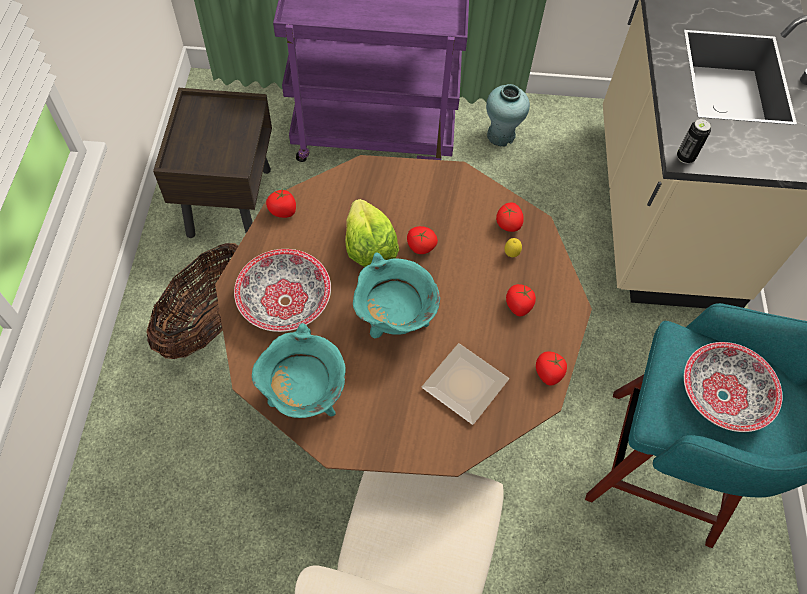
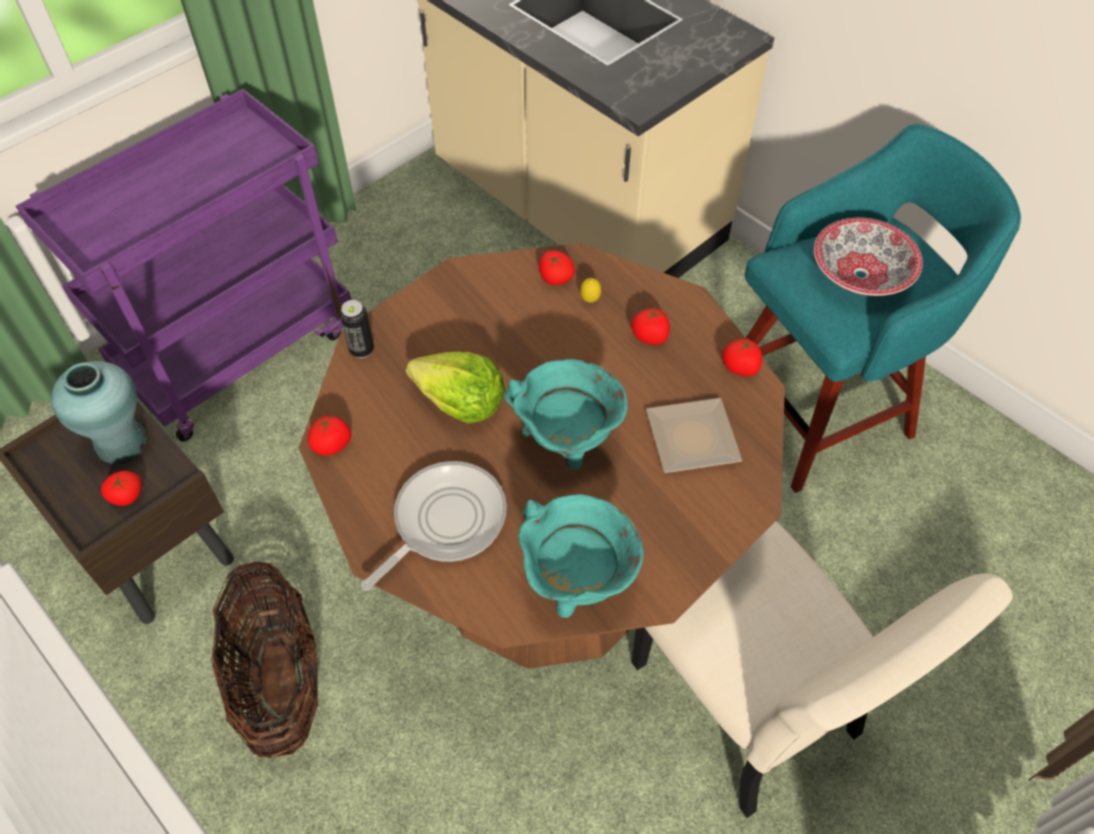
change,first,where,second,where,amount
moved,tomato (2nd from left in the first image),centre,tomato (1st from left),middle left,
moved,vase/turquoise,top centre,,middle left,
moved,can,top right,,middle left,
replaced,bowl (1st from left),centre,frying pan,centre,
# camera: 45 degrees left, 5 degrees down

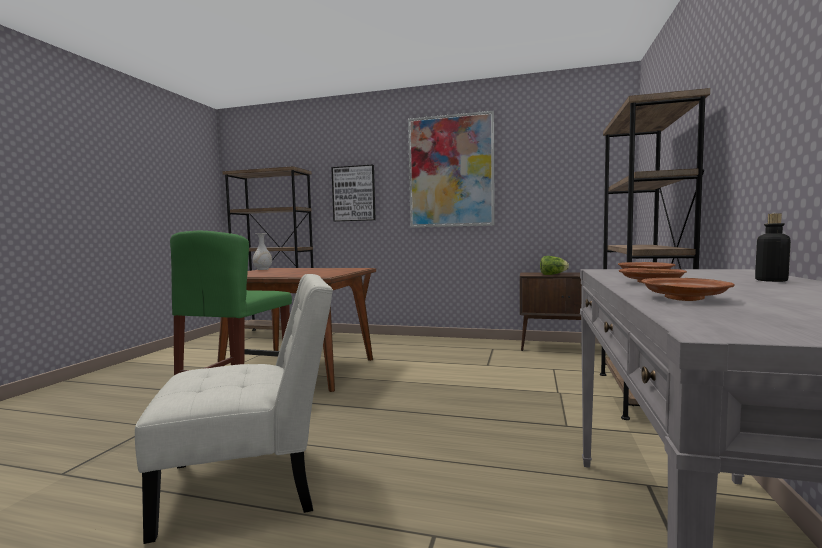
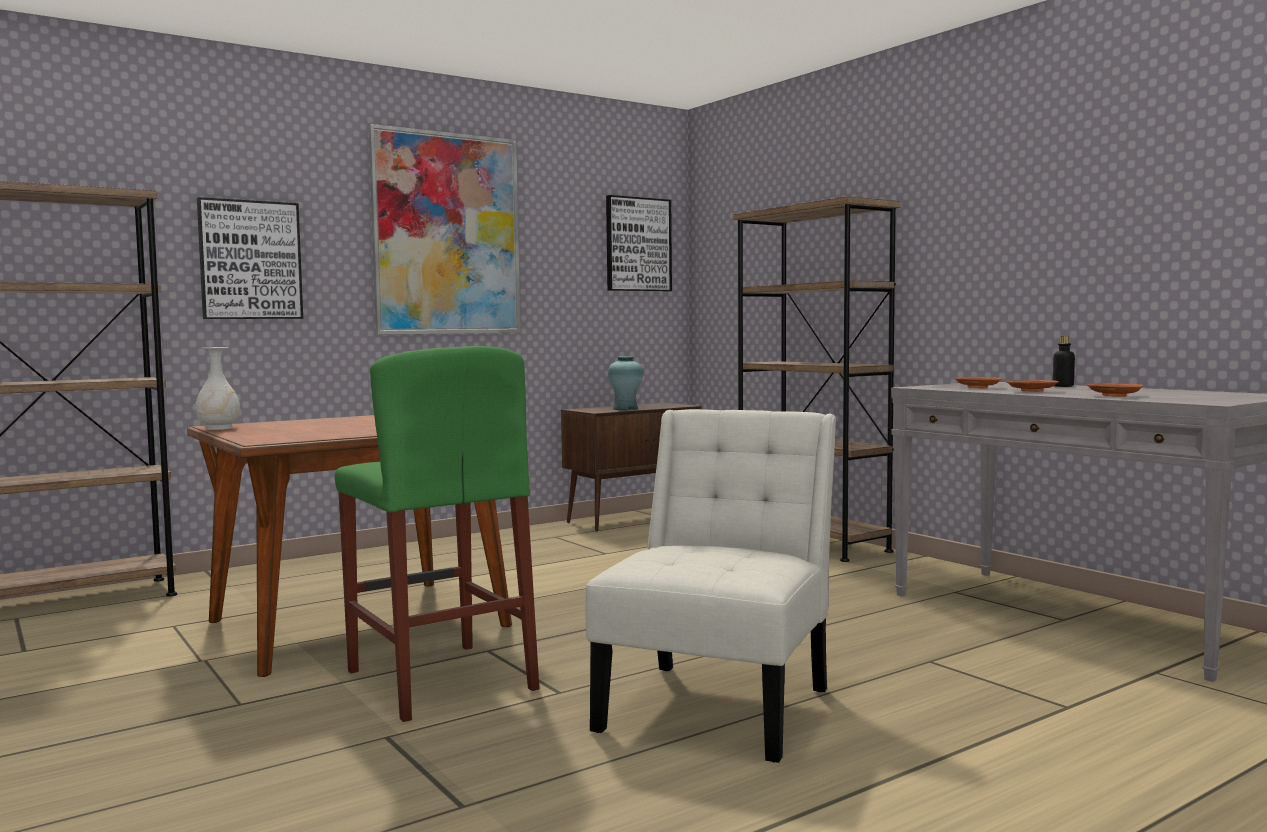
change,first,where,second,where,amount
added,,,picture (3rd from left),top centre,
replaced,lettuce,middle right,vase/turquoise,centre,
# camera: 50 degrees left, 0 degrees up

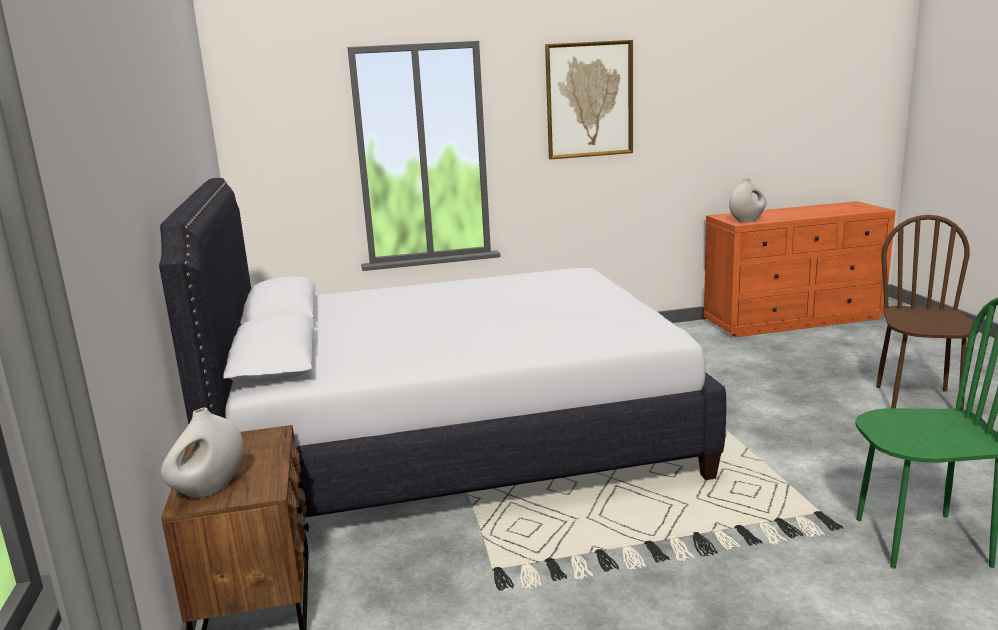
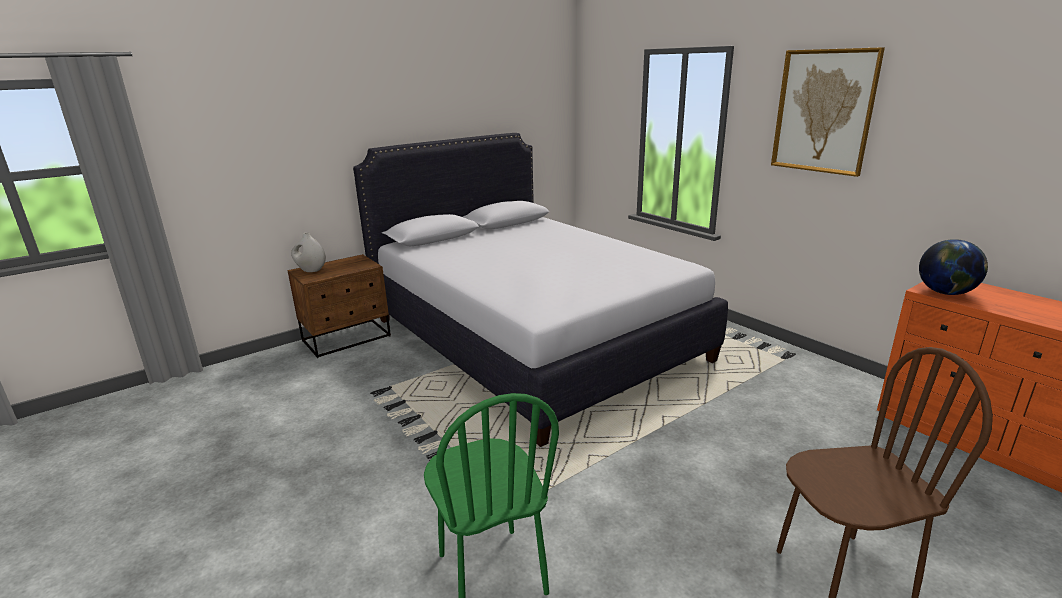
change,first,where,second,where,amount
replaced,vase/white (2nd from left),top right,globe,middle right,
# camera: 65 degrees right, 5 degrees up

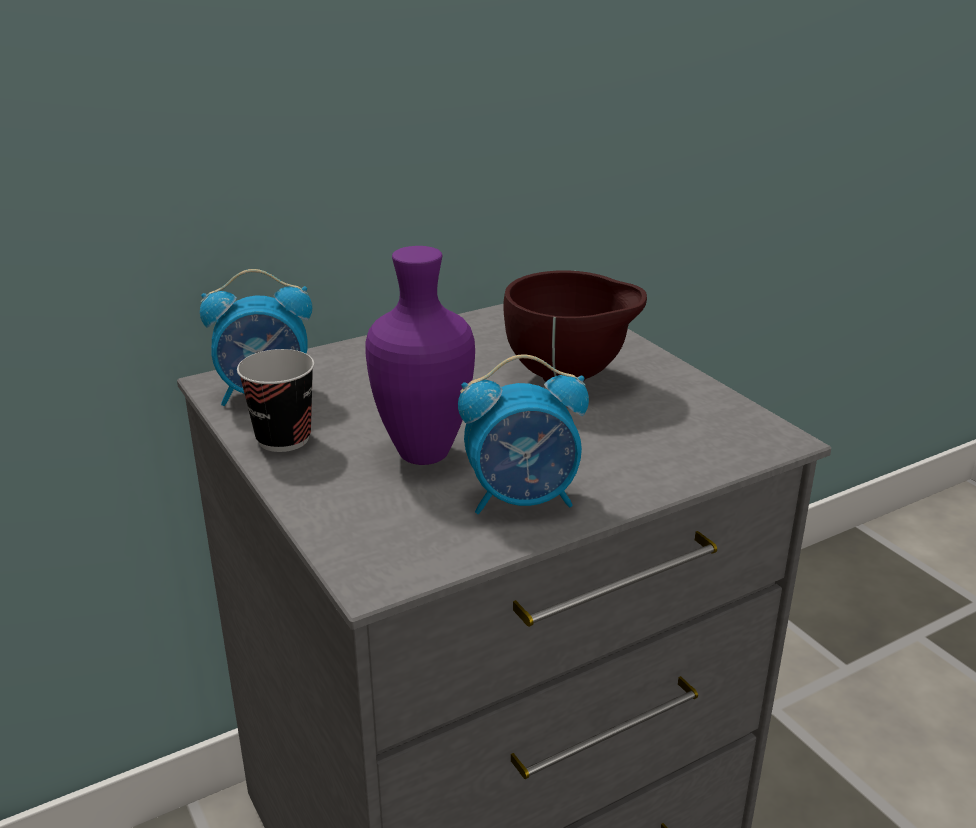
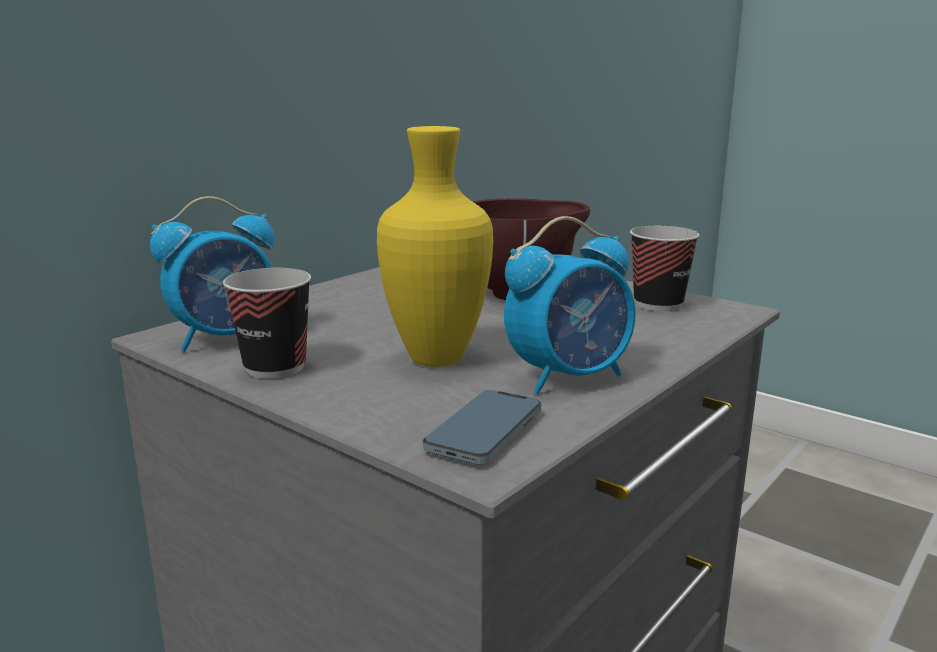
change,first,where,second,where,amount
added,,,phone,centre,
added,,,cup (2nd from left),middle right,
recoloured,vase/purple,centre,vase/yellow,centre,
# camera: 20 degrees left, 10 degrees down

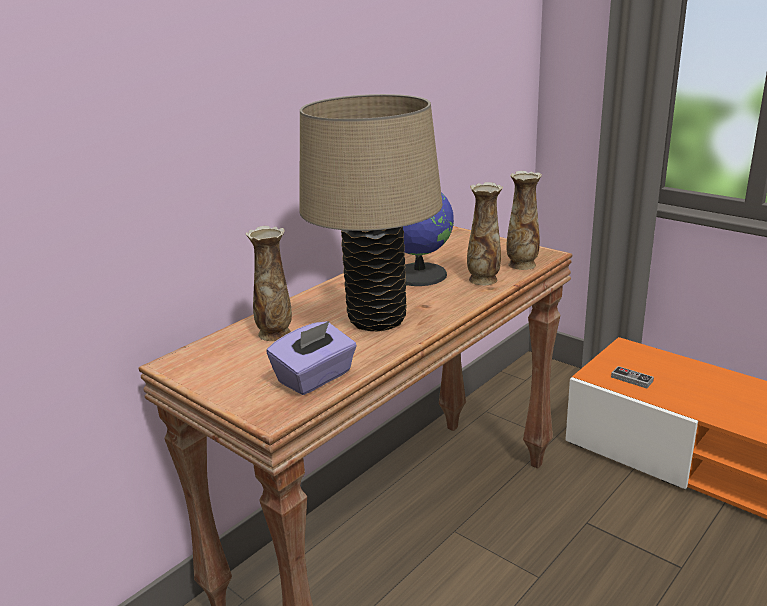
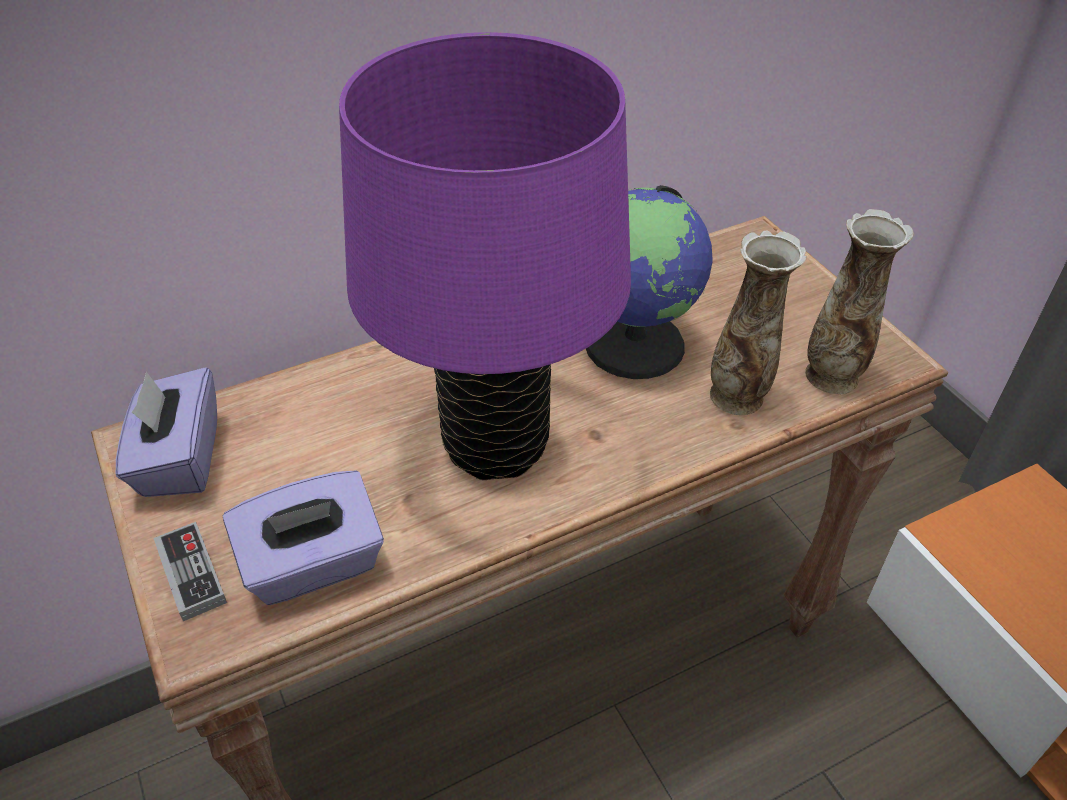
change,first,where,second,where,amount
removed,vase (1st from left),centre,,,
added,,,tissue box/purple (1st from left),middle left,
moved,game controller,middle right,,bottom left,
recoloured,table lamp/beige,centre,table lamp/purple,top centre,
# camera: 20 degrees right, 20 degrees up

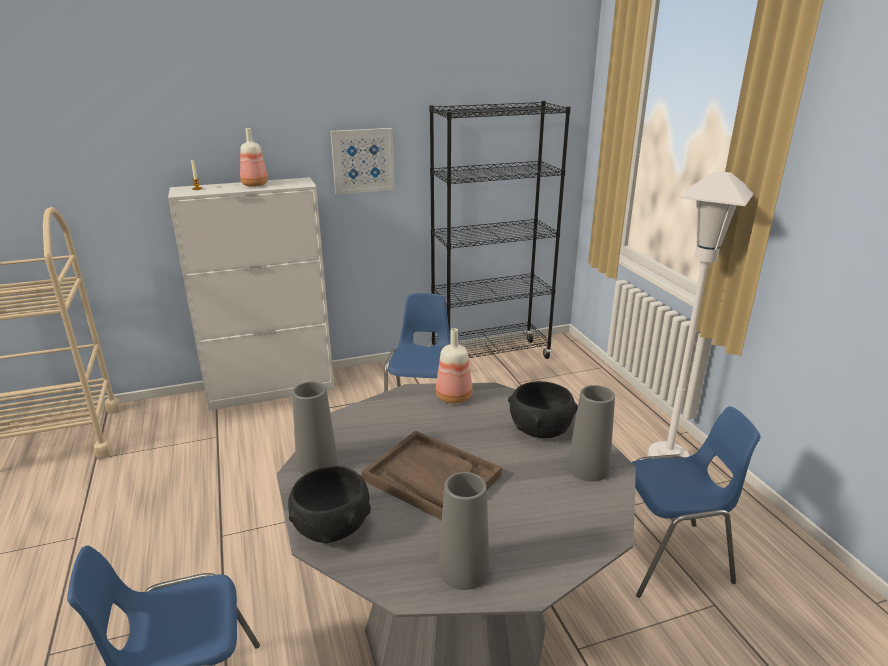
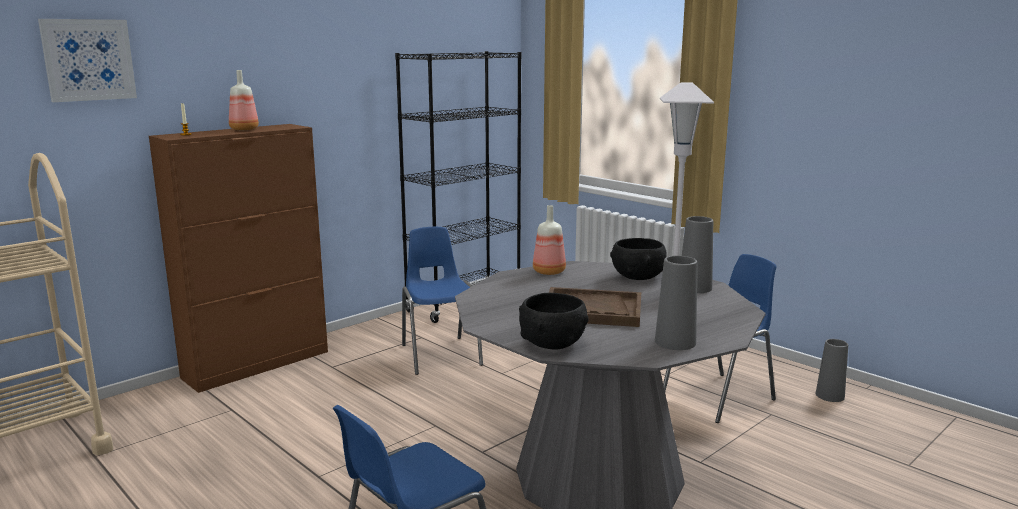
change,first,where,second,where,amount
moved,vase/grey (1st from left in the first image),centre,vase/grey (3rd from left),bottom right,
moved,picture,top centre,,top left,
recoloured,cabinet/white,middle left,cabinet/brown,middle left,
# camera: 25 degrees left, 10 degrees down

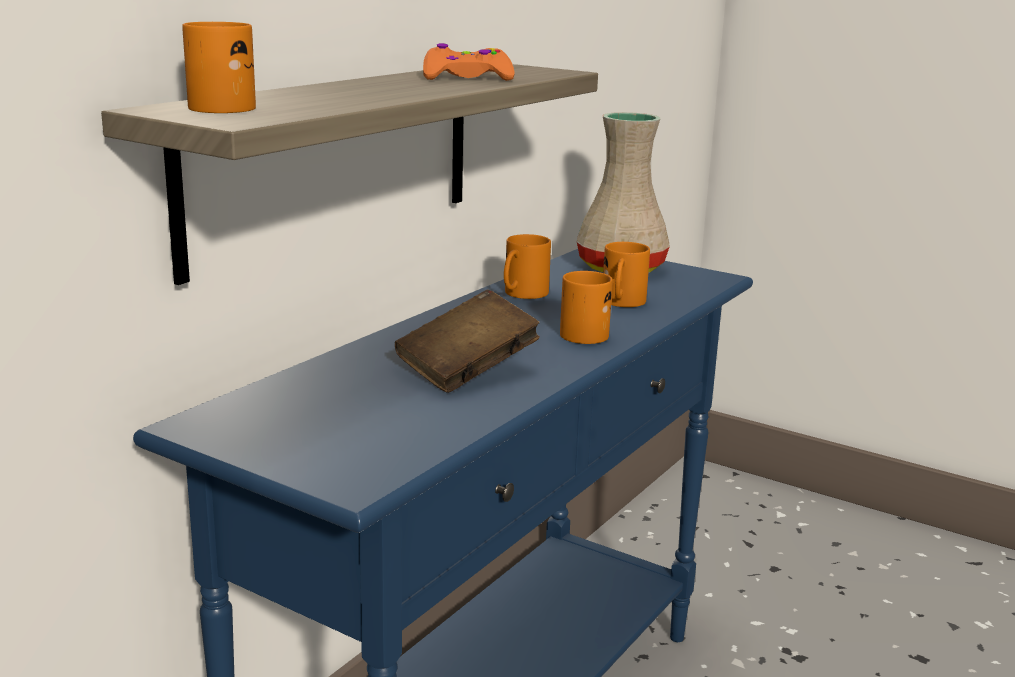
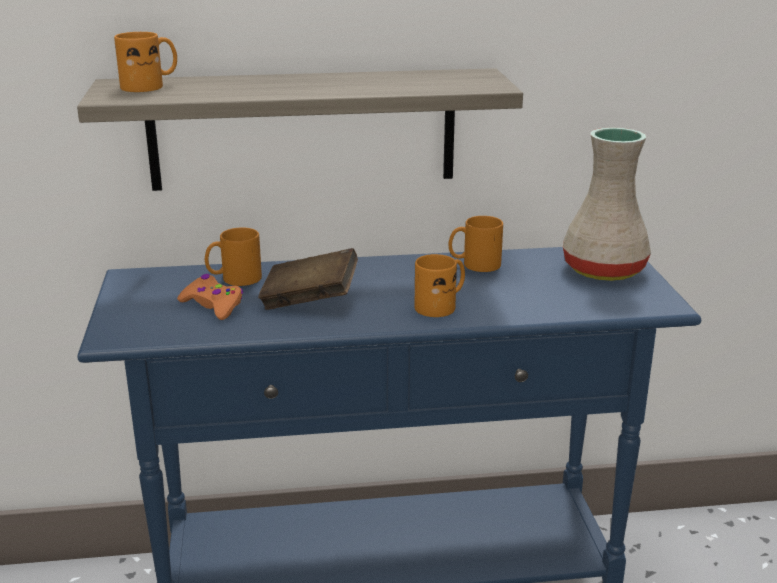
change,first,where,second,where,amount
moved,game controller/orange,top centre,,middle left,
moved,mug/orange (4th from left in the first image),centre,mug/orange (2nd from left),middle left,
# camera: 50 degrees right, 5 degrees up

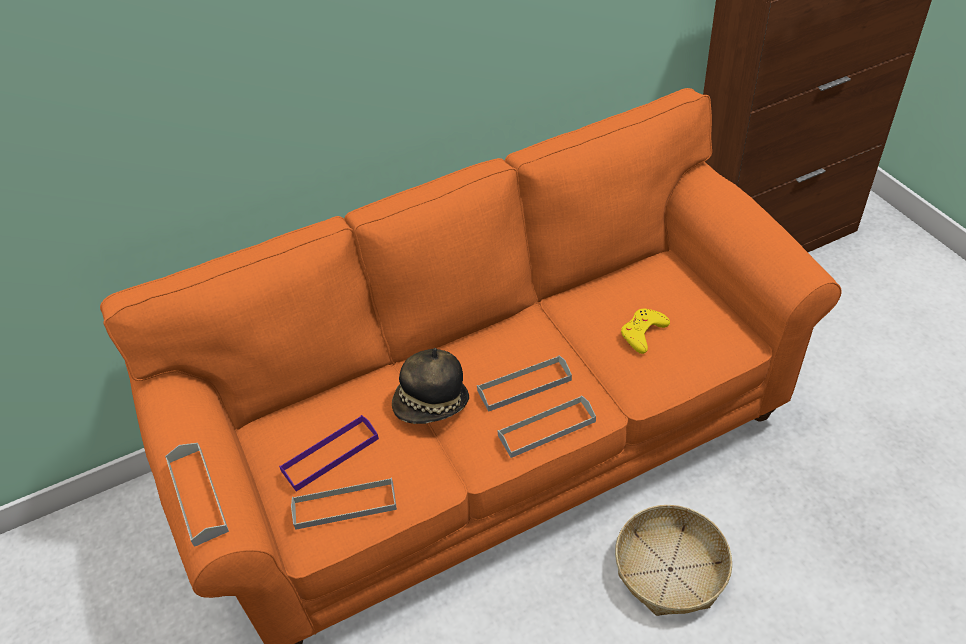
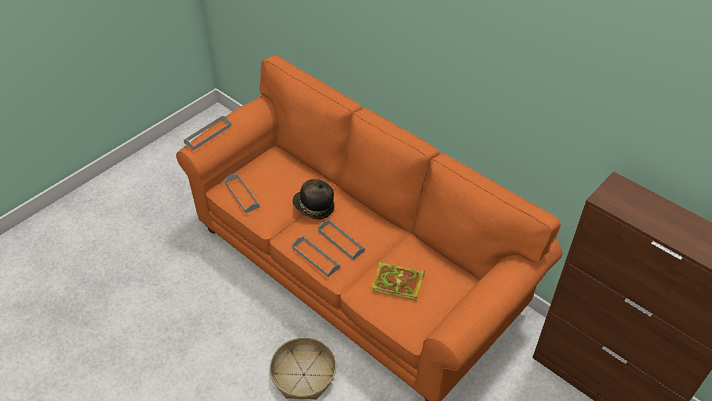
change,first,where,second,where,amount
removed,tray/purple,bottom centre,,,
replaced,game controller/yellow,middle right,book,bottom centre,
# camera: 65 degrees right, 0 degrees up

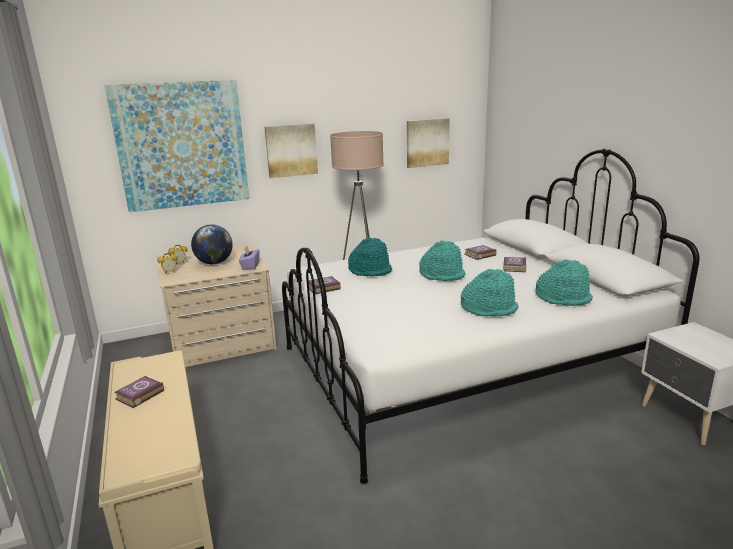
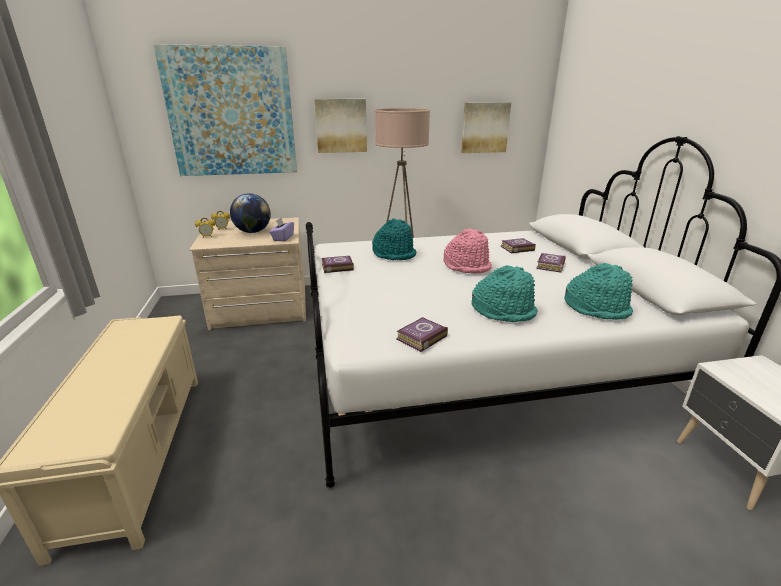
change,first,where,second,where,amount
moved,book (1st from left in the first image),bottom left,book (2nd from left),centre,
recoloured,hat/turquoise (2nd from left),centre,hat/pink,centre,
# camera: 10 degrees right, 5 degrees up

